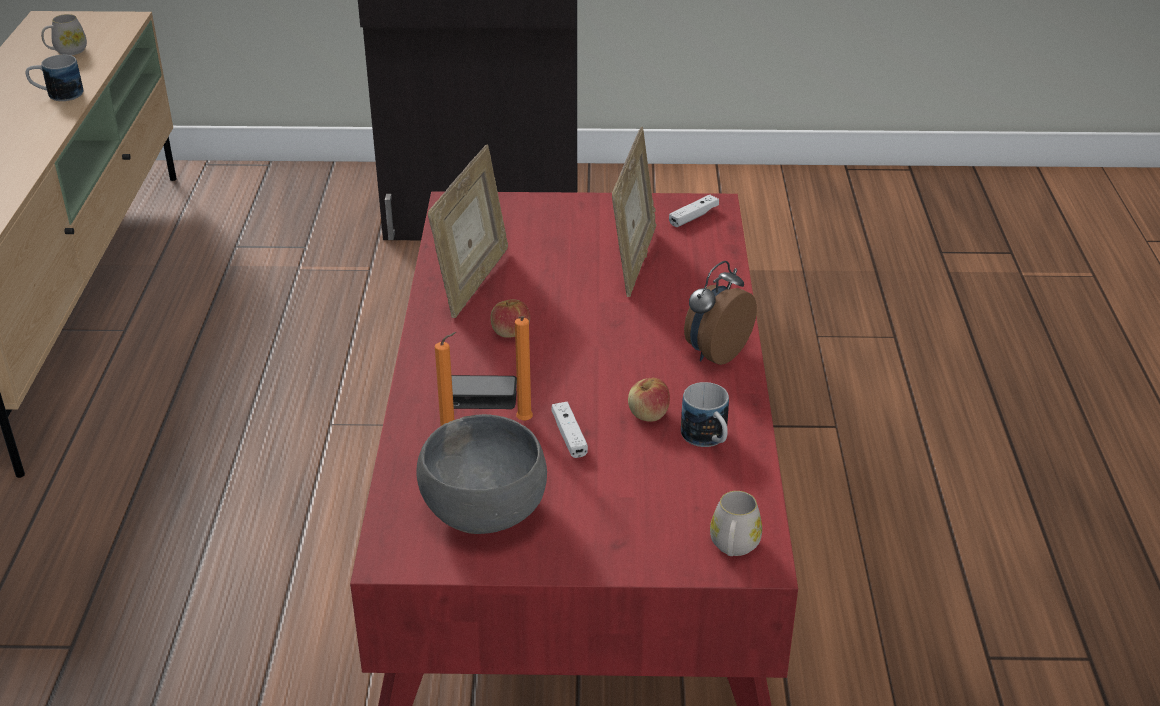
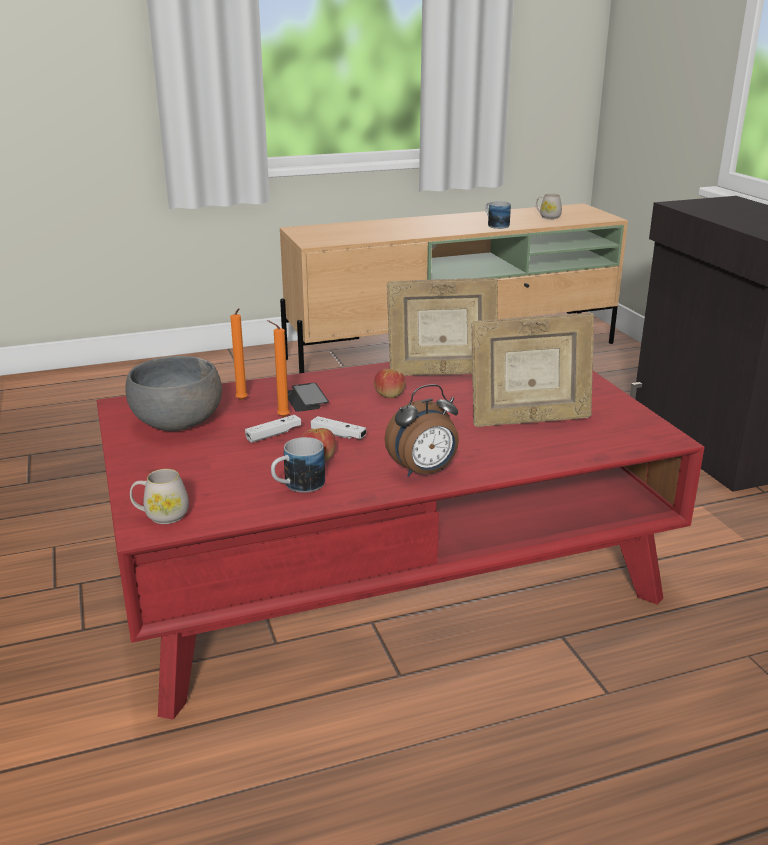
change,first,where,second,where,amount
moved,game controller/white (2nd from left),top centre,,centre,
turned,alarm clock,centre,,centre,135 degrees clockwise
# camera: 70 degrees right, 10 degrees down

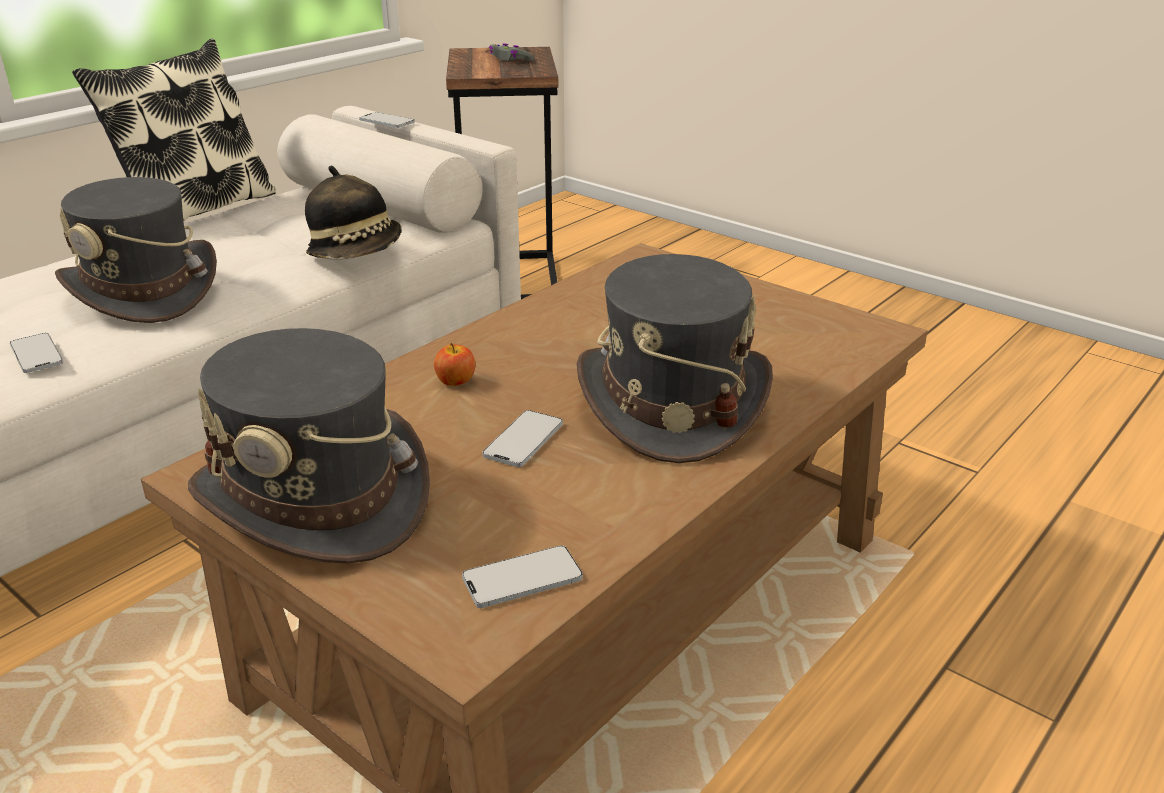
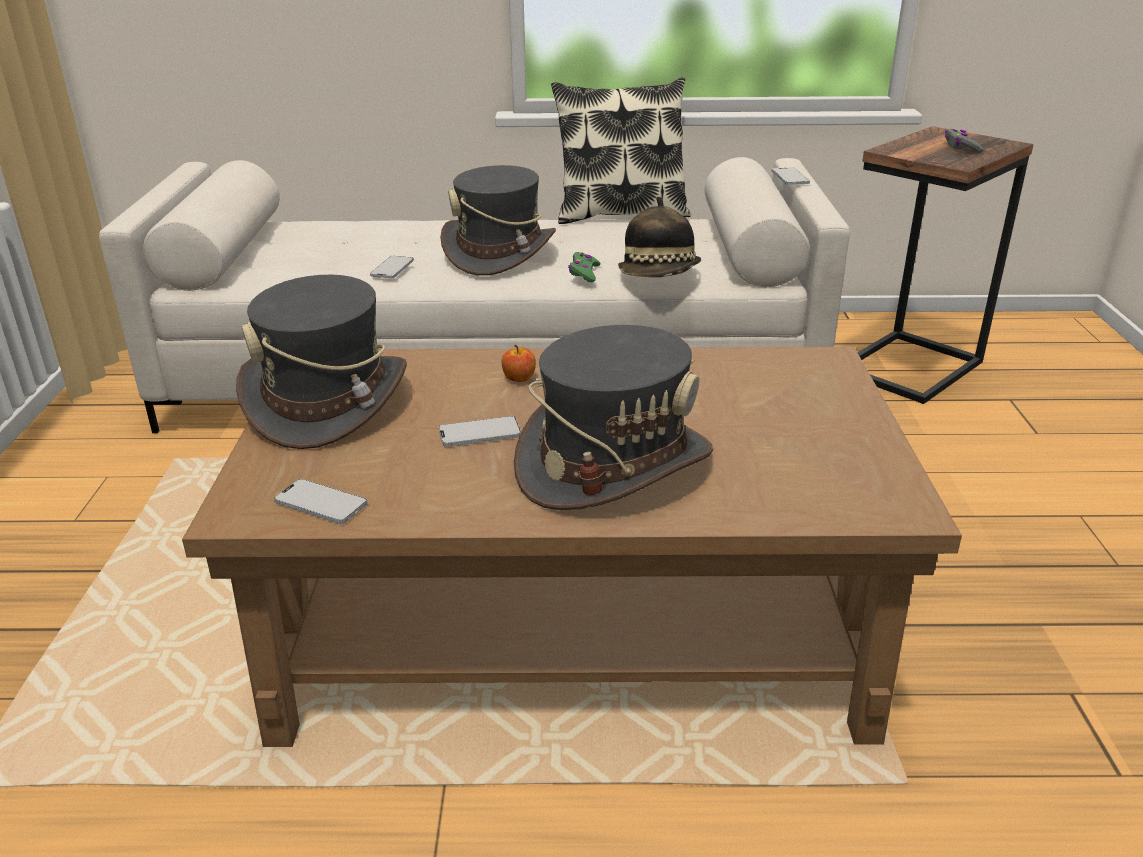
change,first,where,second,where,amount
added,,,game controller/green,top centre,
# camera: 50 degrees right, 0 degrees up

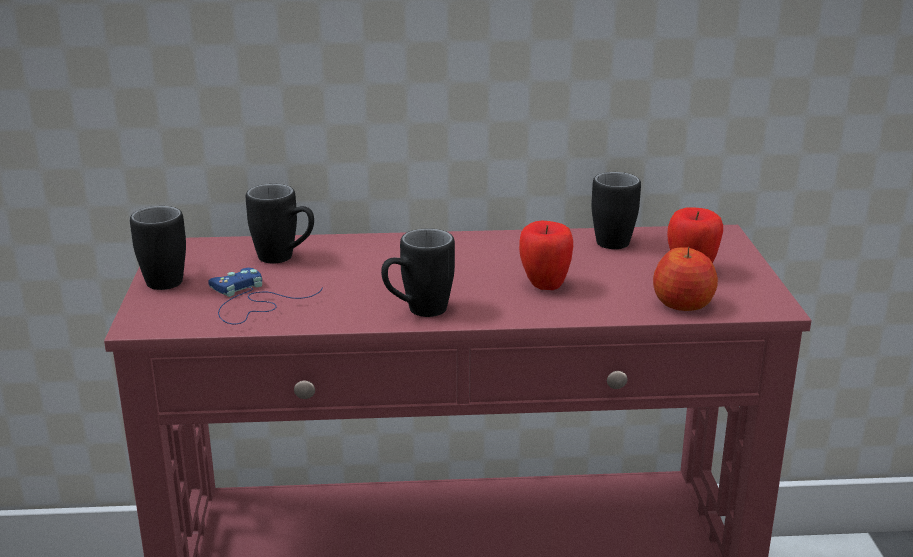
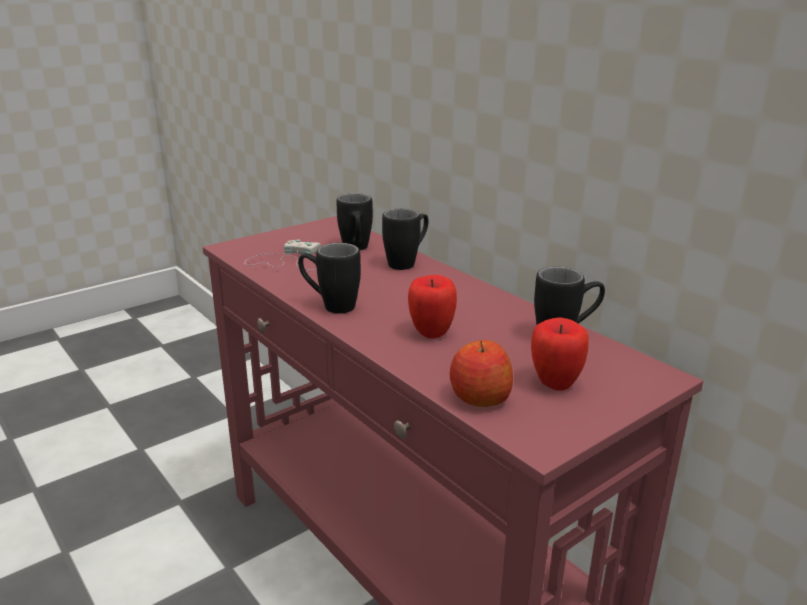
change,first,where,second,where,amount
moved,mug/black (1st from left in the first image),middle left,mug/black (3rd from left),centre,
recoloured,game controller/blue,middle left,game controller/white,centre,
# camera: 55 degrees right, 0 degrees up

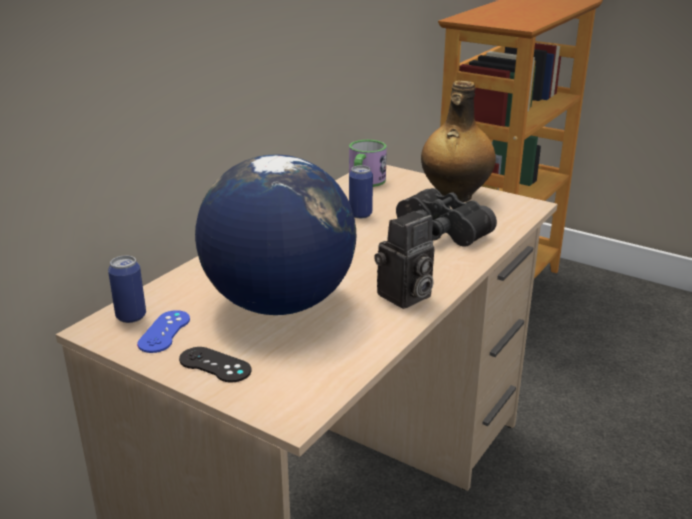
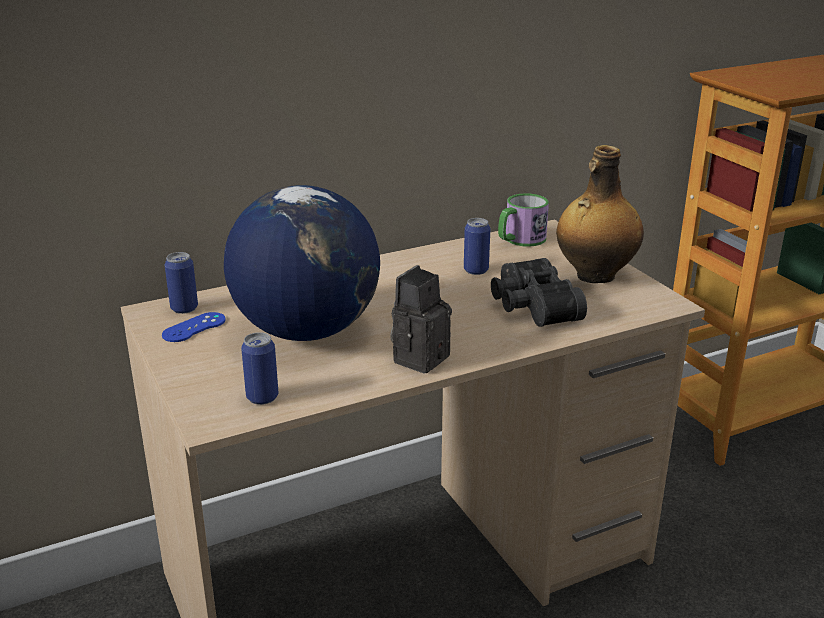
change,first,where,second,where,amount
removed,game controller/black,bottom left,,,
added,,,can (2nd from left),middle left,
turned,photo camera,centre,,centre,135 degrees clockwise
# camera: 30 degrees right, 0 degrees up

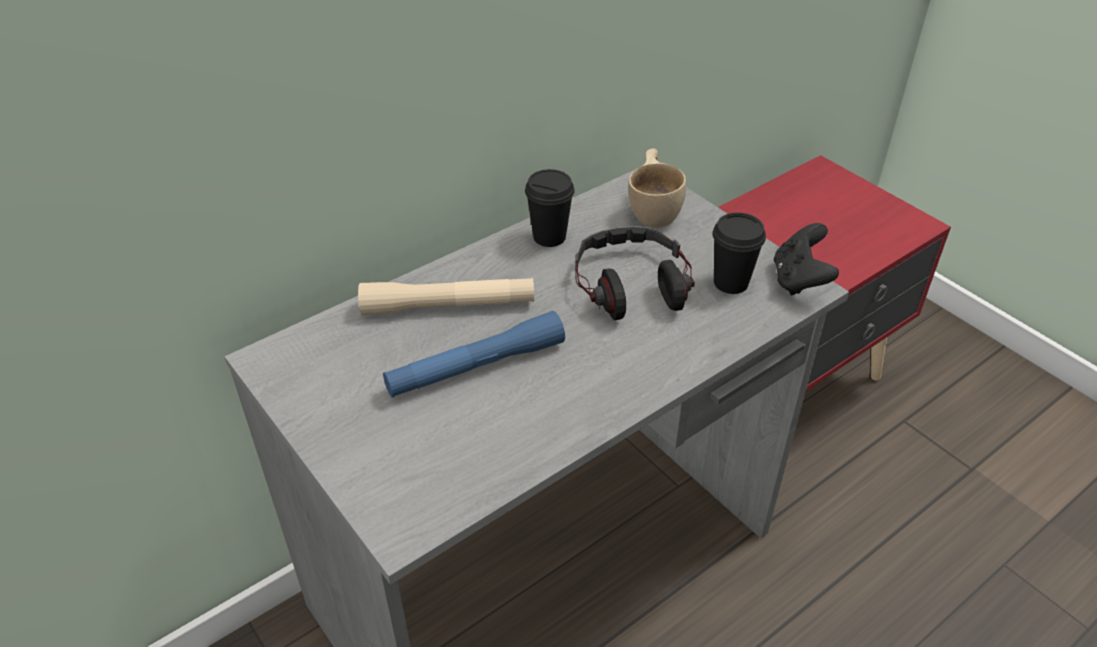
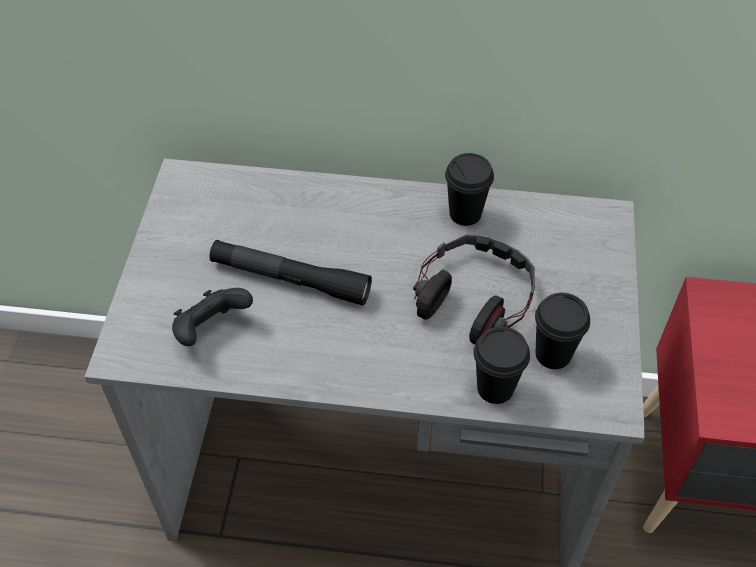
change,first,where,second,where,amount
removed,flashlight/beige,centre,,,
removed,cup/beige,top centre,,,
added,,,cup/black (2nd from left),centre,
moved,game controller/black,middle right,,middle left,
recoloured,flashlight/blue,centre,flashlight/black,centre,
# camera: 45 degrees right, 10 degrees up

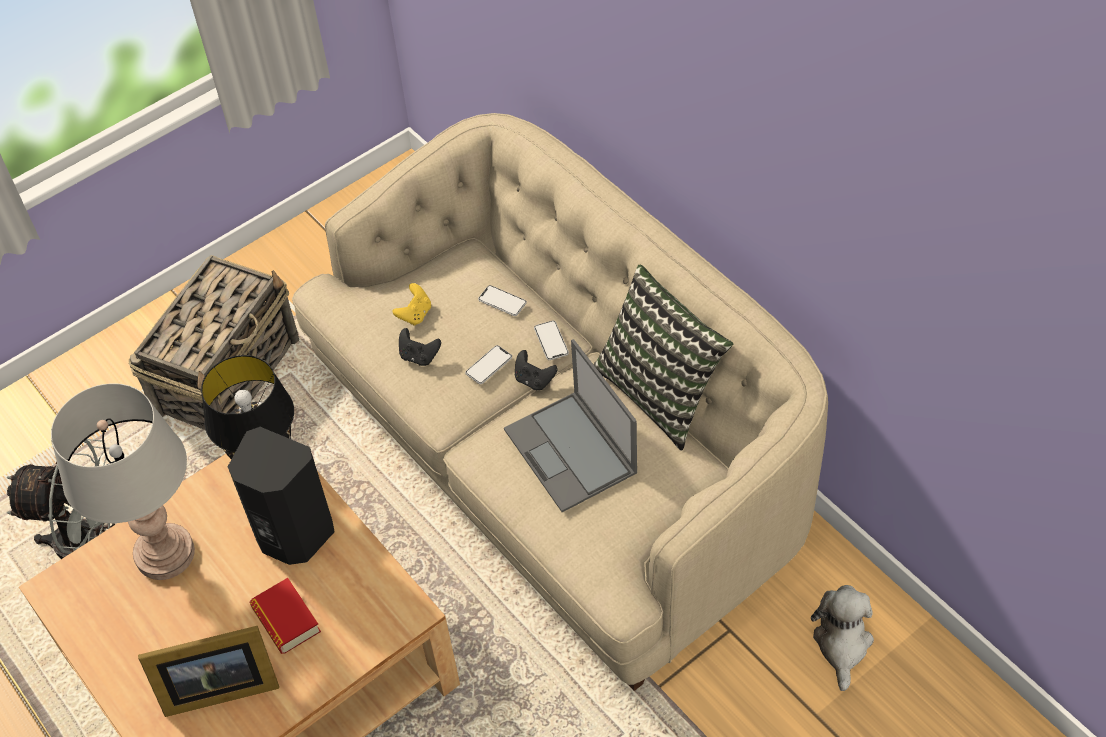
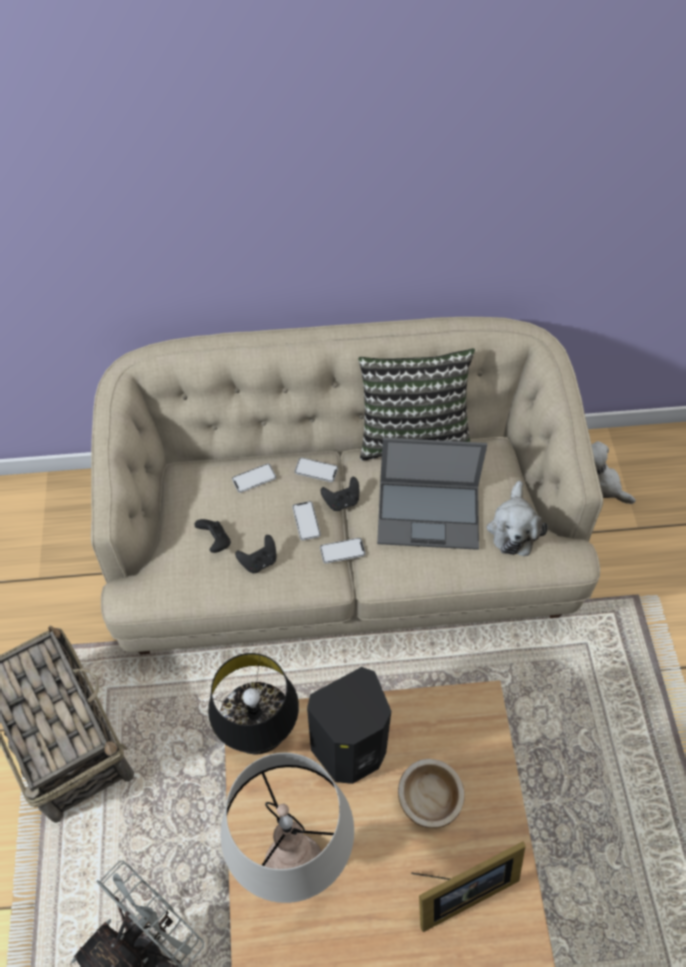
change,first,where,second,where,amount
added,,,phone (4th from left),centre,
added,,,plush toy (1st from left),middle right,
replaced,book,bottom left,bowl,bottom centre,
recoloured,game controller/yellow,centre,game controller/black (1st from left),middle left,
turned,picture frame,bottom left,,bottom right,45 degrees clockwise
# camera: 60 degrees left, 5 degrees up

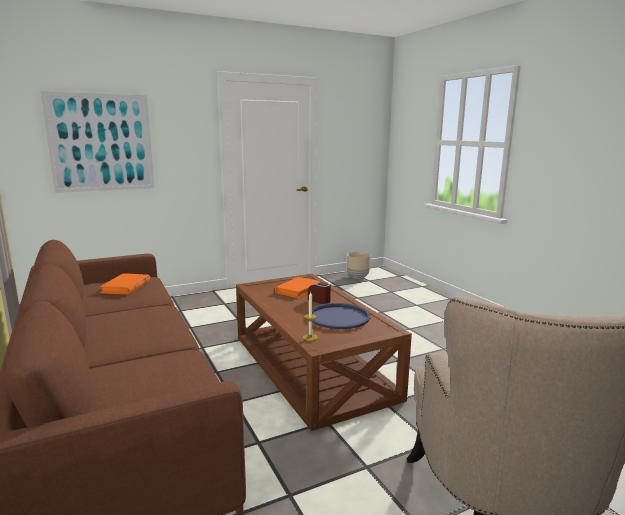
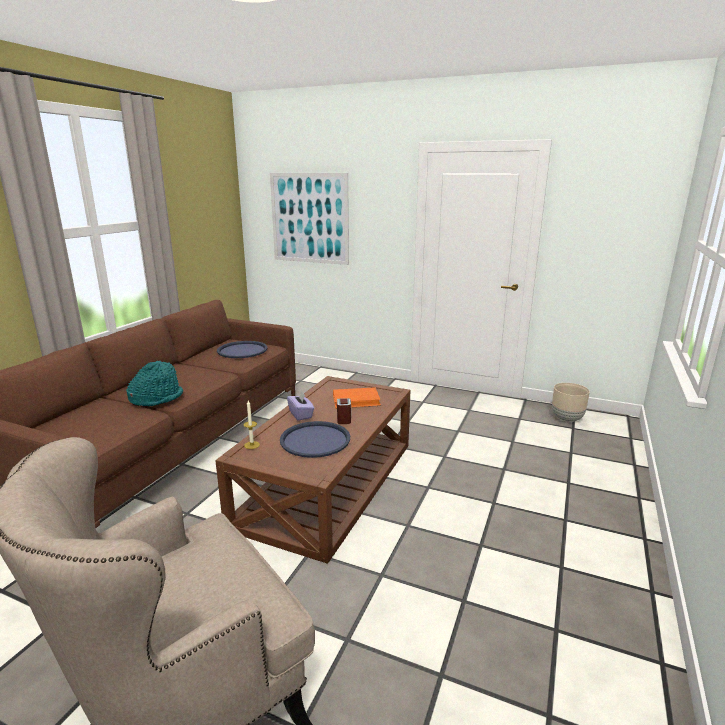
change,first,where,second,where,amount
added,,,hat/turquoise,middle left,
added,,,tissue box/purple,centre,
replaced,book/orange (1st from left),middle left,tray/blue (1st from left),centre,
# camera: 50 degrees right, 5 degrees up

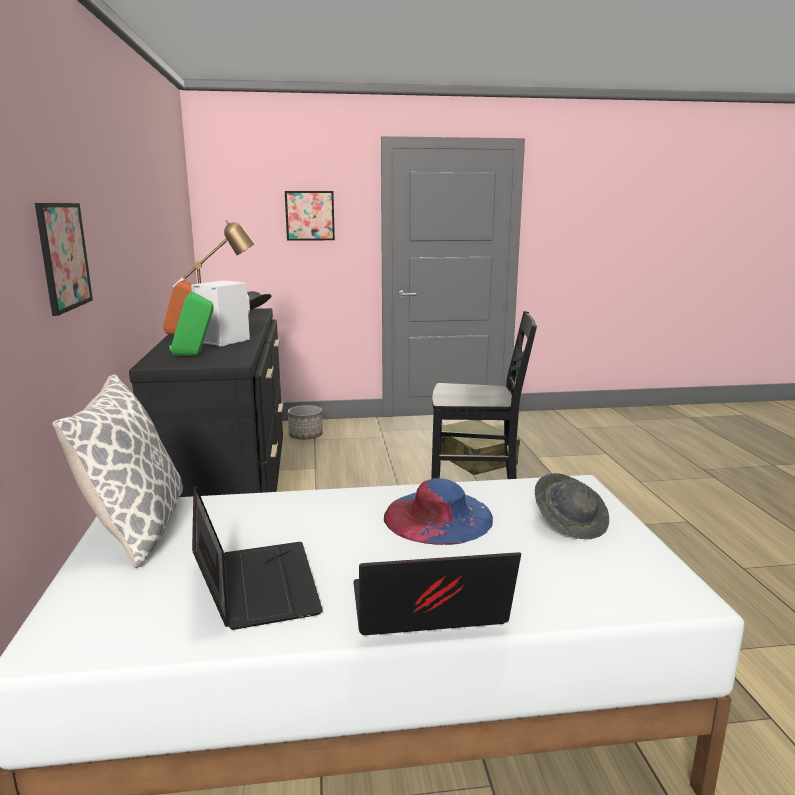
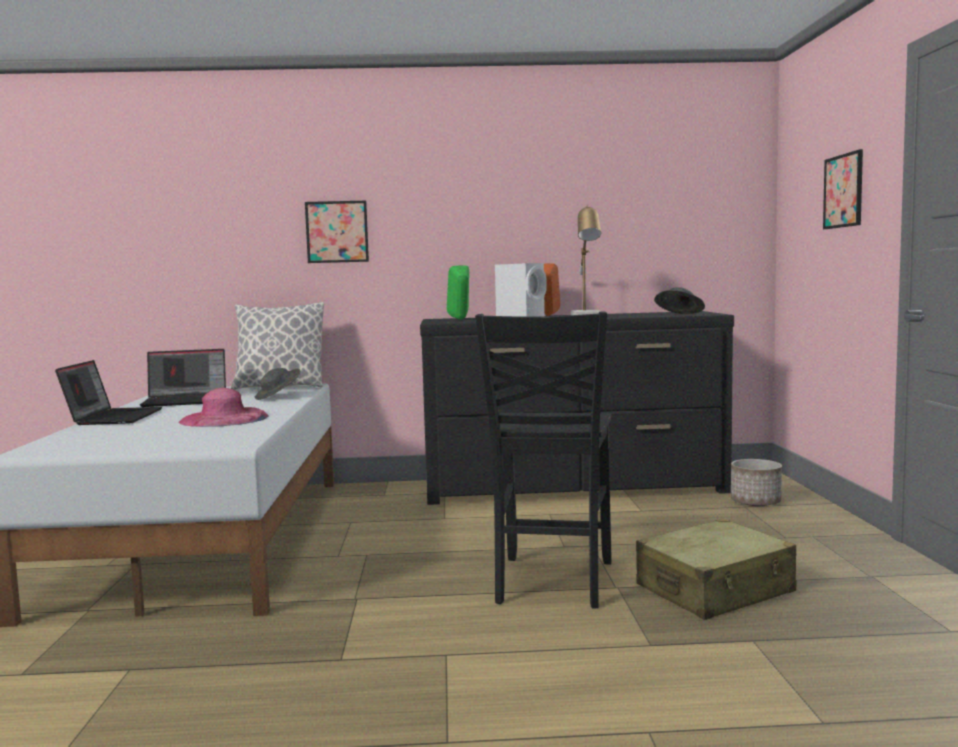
change,first,where,second,where,amount
moved,hat/grey (2nd from left in the first image),middle right,hat/grey (1st from left),middle left,
recoloured,hat/blue,centre,hat/pink,middle left,
# camera: 95 degrees right, 10 degrees down

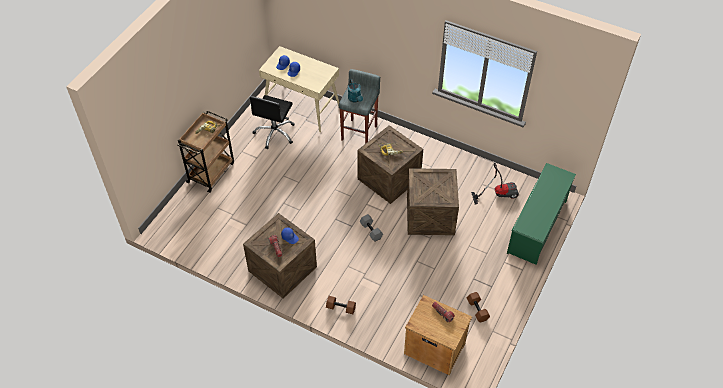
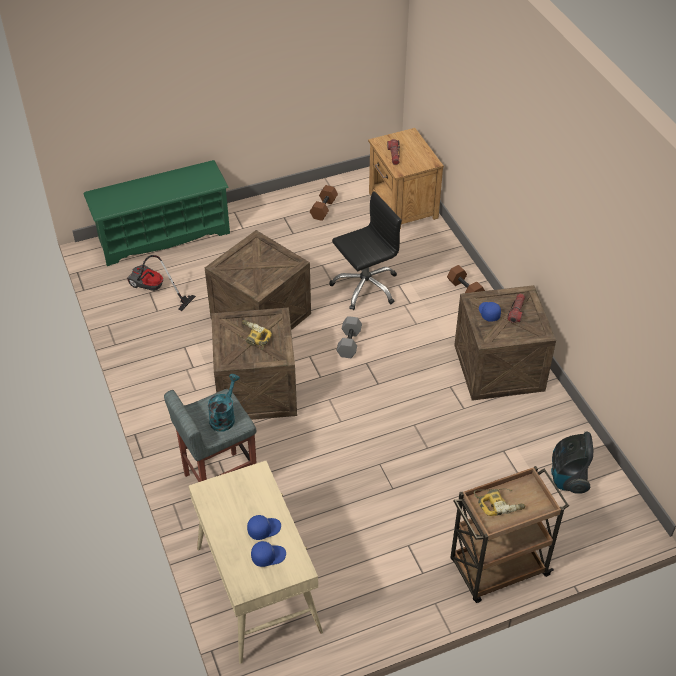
change,first,where,second,where,amount
added,,,vacuum cleaner (2nd from left),bottom right,
moved,office chair/black,top centre,,centre,
# camera: 140 degrees left, 5 degrees down

